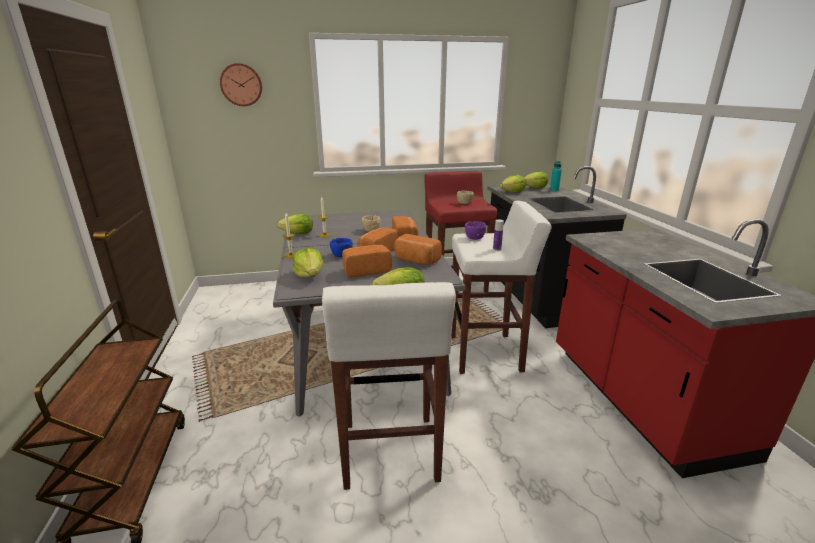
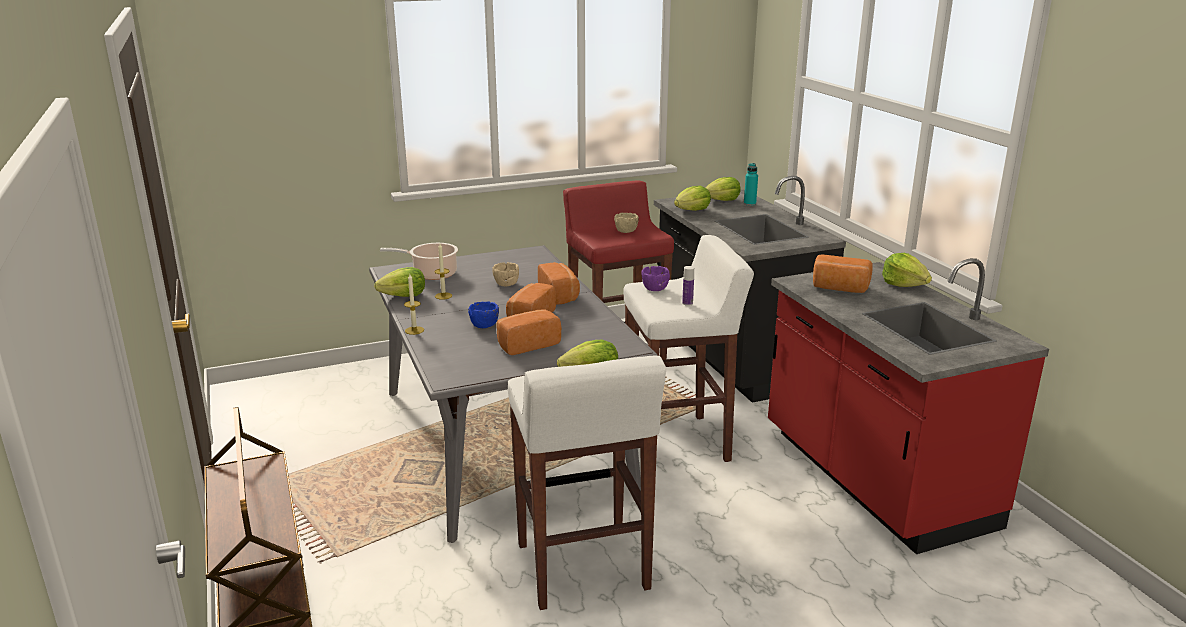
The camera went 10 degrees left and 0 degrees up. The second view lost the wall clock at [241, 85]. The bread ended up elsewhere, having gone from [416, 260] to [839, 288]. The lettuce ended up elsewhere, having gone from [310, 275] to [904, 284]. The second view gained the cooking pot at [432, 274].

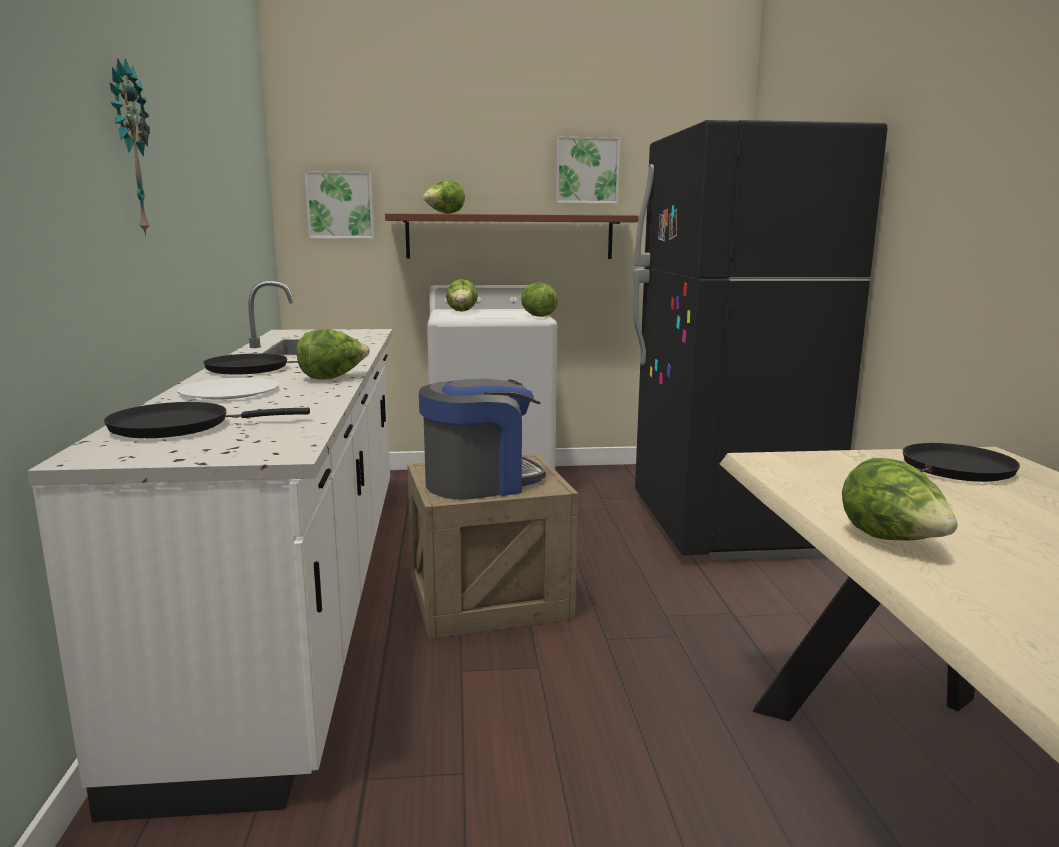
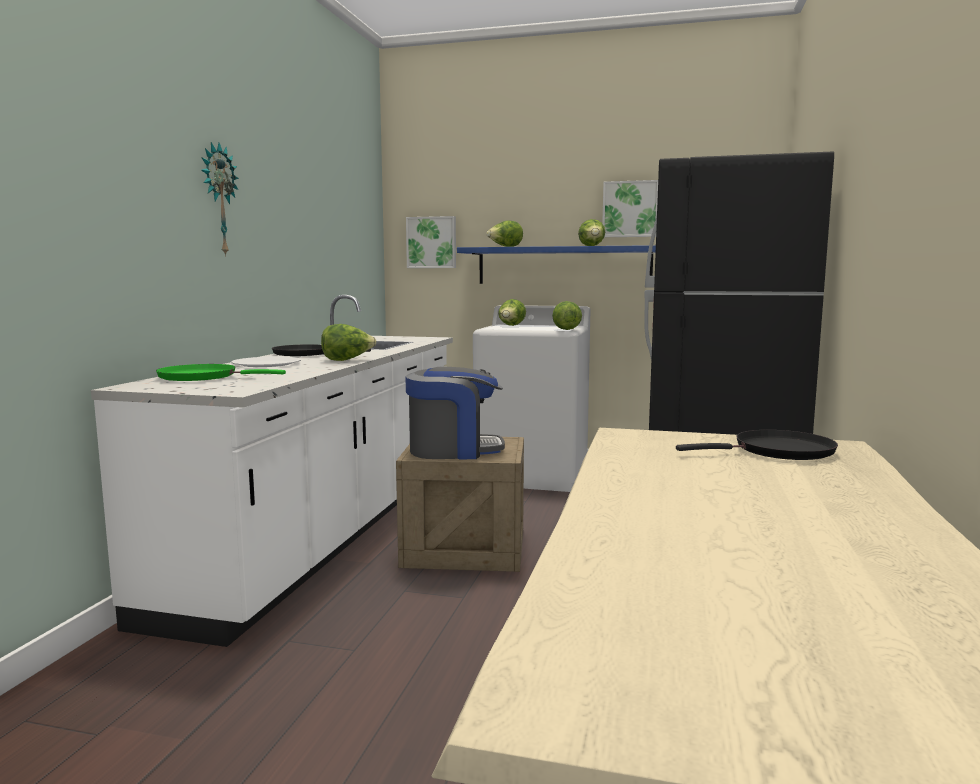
The camera went 20 degrees right and 5 degrees down. What was the brown shelf at [510, 237] turned into the blue shelf at [563, 265]. What was the black frying pan at [178, 426] turned into the green frying pan at [203, 377]. The lettuce ended up elsewhere, having gone from [892, 541] to [592, 246].

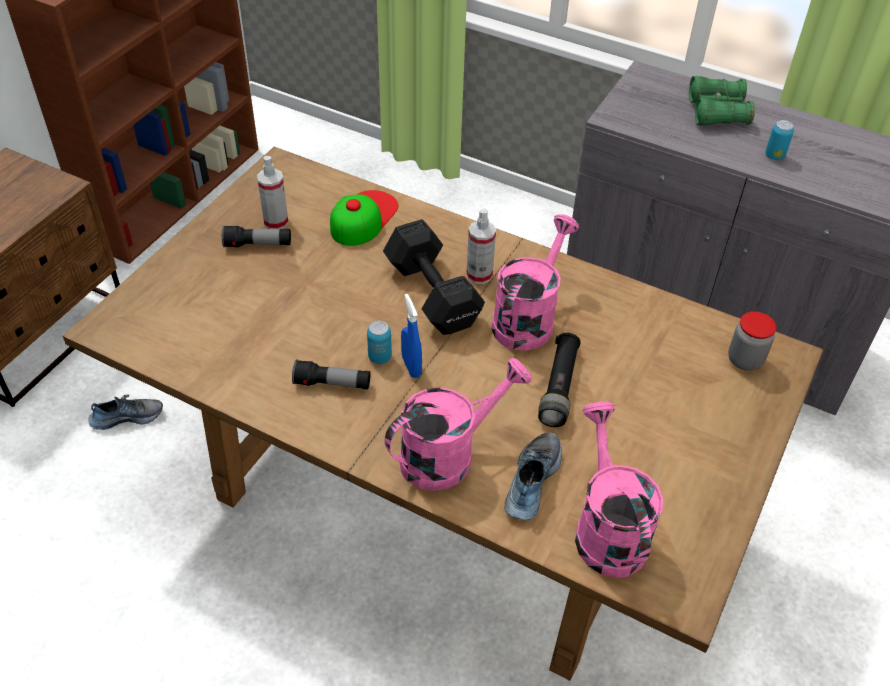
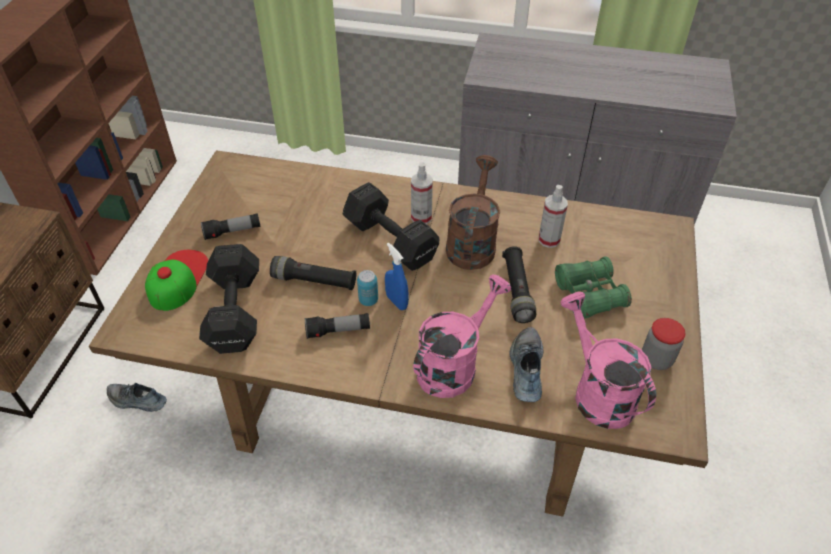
The camera went 15 degrees left and 0 degrees up. The green binoculars ended up elsewhere, having gone from [717, 112] to [589, 295]. The second view lost the can at [774, 156]. The spray bottle ended up elsewhere, having gone from [276, 222] to [549, 240]. The cap ended up elsewhere, having gone from [363, 217] to [177, 279]. What was the pink watering can at [528, 318] turned into the brown watering can at [472, 242]. The jar ended up elsewhere, having gone from [745, 360] to [656, 359]. The shoe at [127, 416] ended up facing another way, 135 degrees counterclockwise from before. The second view gained the black dumbbell at [233, 314]. The second view gained the black flashlight at [314, 281].

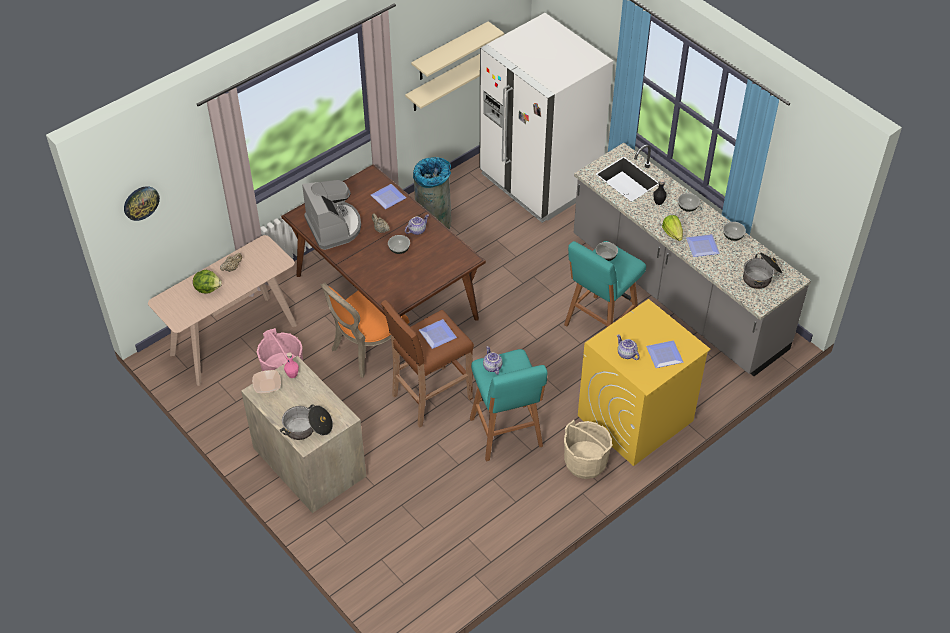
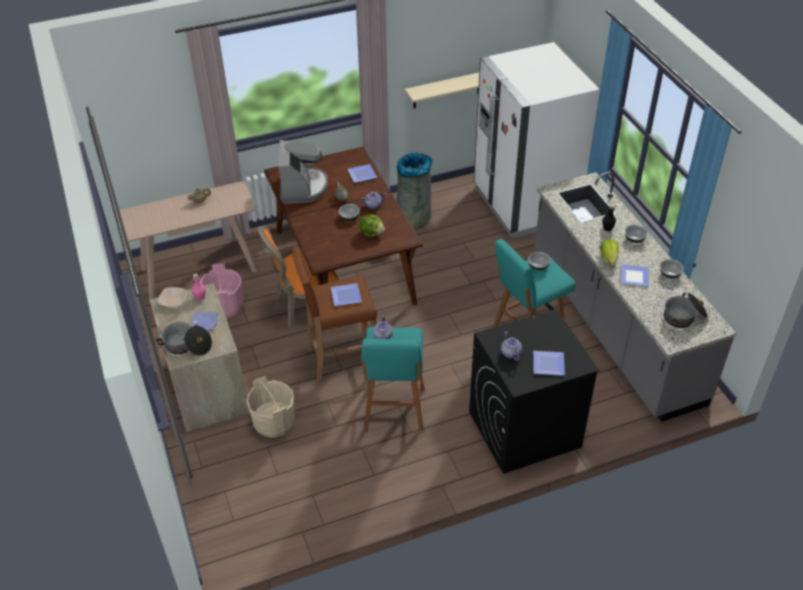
The camera went 20 degrees right and 5 degrees down. The second view lost the beige shelf at [450, 52]. The second view lost the wall clock at [141, 202]. The lettuce ended up elsewhere, having gone from [208, 288] to [371, 233]. What was the yellow washing machine at [635, 419] turned into the black washing machine at [524, 430]. The beige bucket ended up elsewhere, having gone from [585, 463] to [273, 422]. The second view gained the plate at [203, 323].

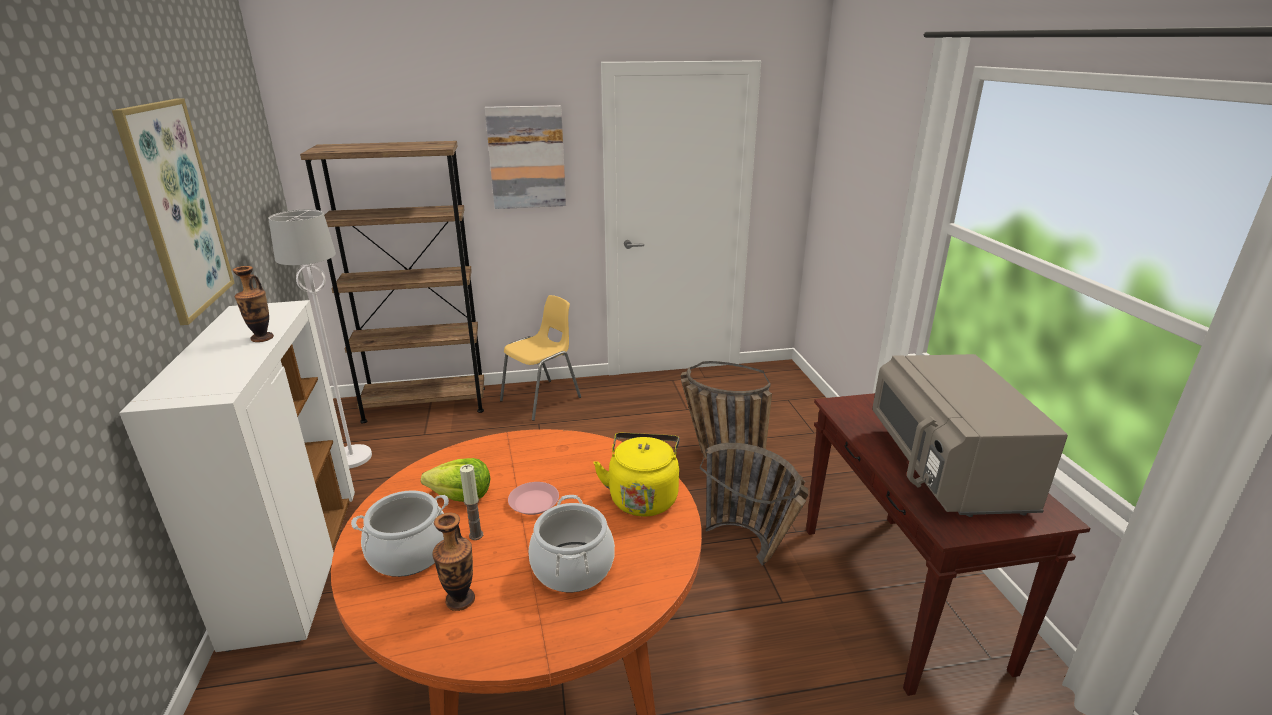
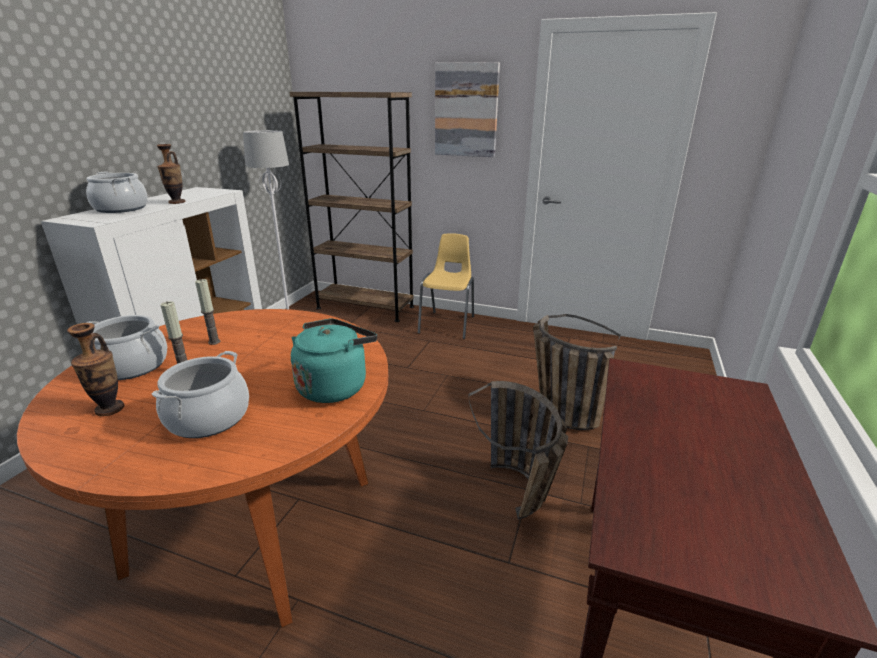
The camera went 30 degrees right and 0 degrees up. The second view lost the picture at [177, 209]. The yellow chair at [542, 399] ended up facing another way, 60 degrees counterclockwise from before. The second view lost the grey microwave at [945, 469]. What was the yellow kettle at [643, 496] turned into the turquoise kettle at [334, 386]. Where the lettuce stood at [461, 496], the candle came to stand at [214, 342]. The second view lost the pink plate at [534, 502]. The second view gained the cooking pot at [121, 208].

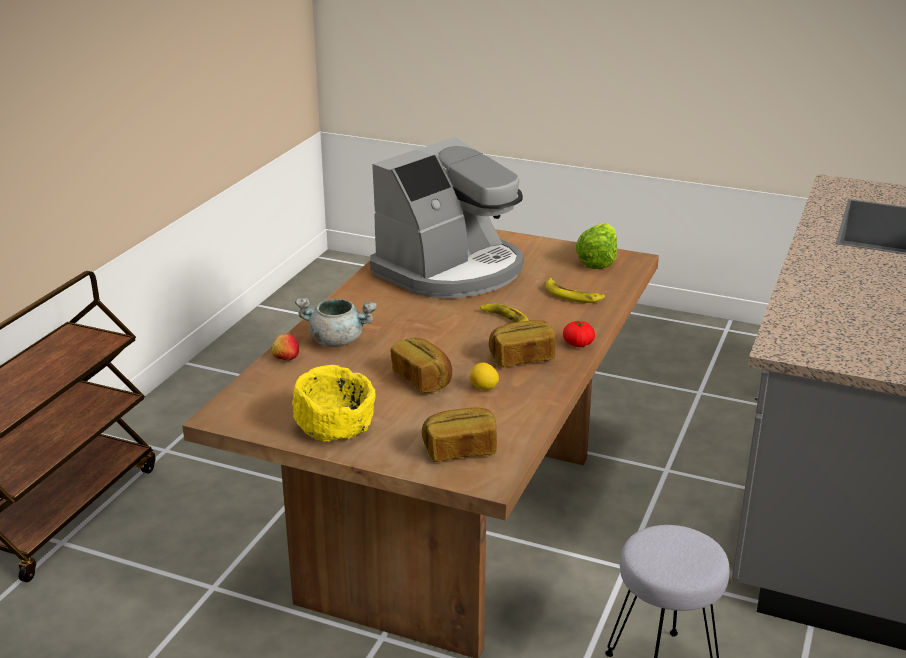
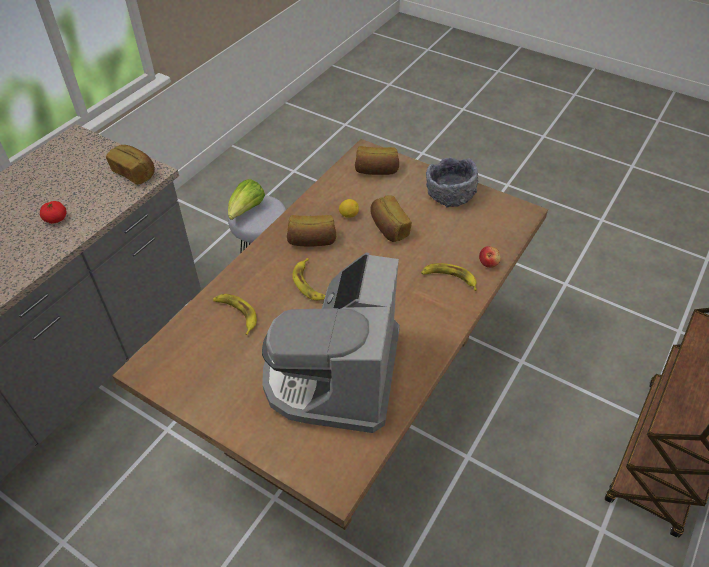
The camera went 170 degrees left and 20 degrees up. The coffee machine at [451, 270] ended up facing another way, 45 degrees counterclockwise from before. The lettuce ended up elsewhere, having gone from [597, 261] to [246, 210]. Where the grey cooking pot stood at [338, 340], the banana came to stand at [449, 278]. The tomato ended up elsewhere, having gone from [578, 344] to [56, 219]. What was the yellow bowl at [335, 427] turned into the grey bowl at [449, 195]. The second view gained the bread at [134, 173].

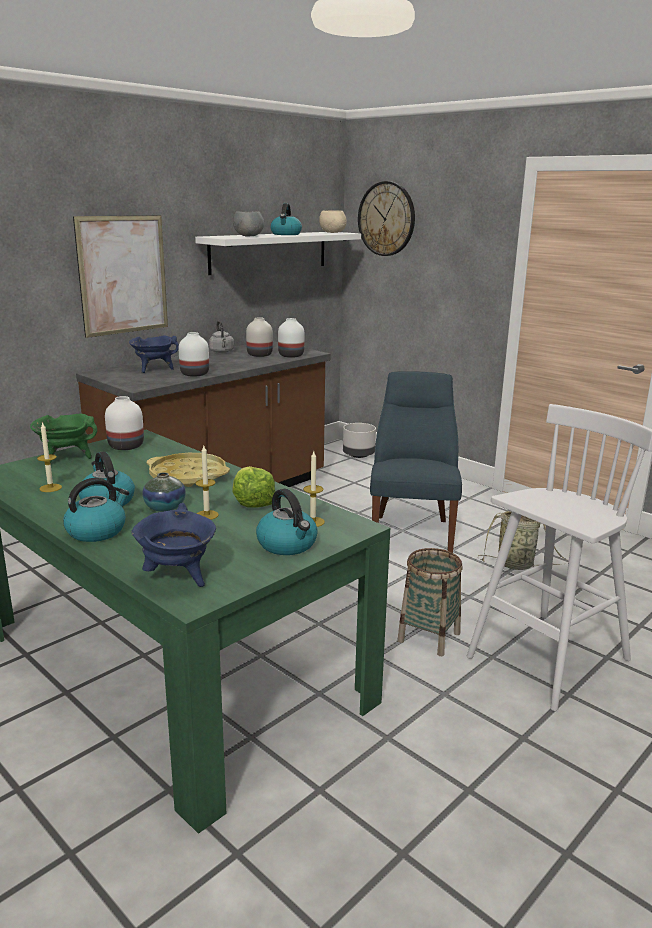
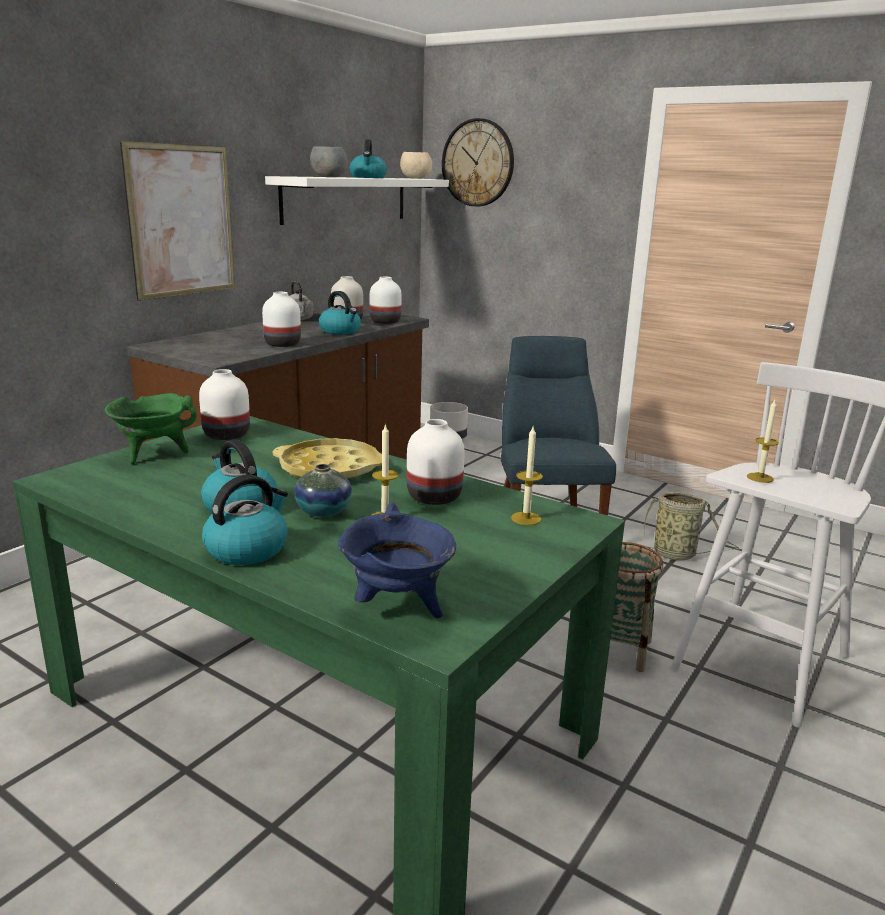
The camera went 10 degrees left and 0 degrees up. The second view lost the blue cooking pot at [154, 369]. The candle ended up elsewhere, having gone from [50, 488] to [760, 477]. Where the lettuce stood at [252, 502], the white vase came to stand at [433, 497]. The kettle ended up elsewhere, having gone from [288, 545] to [340, 331].

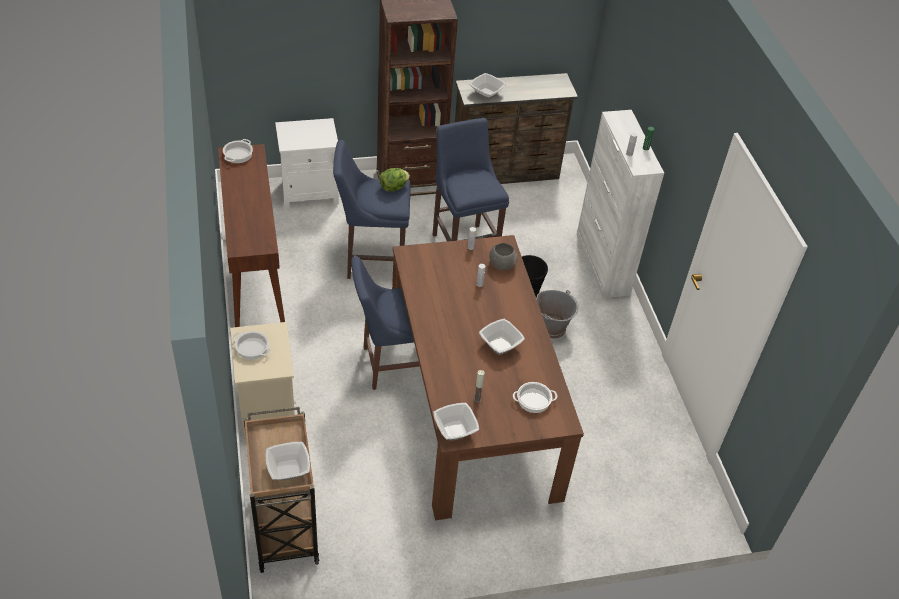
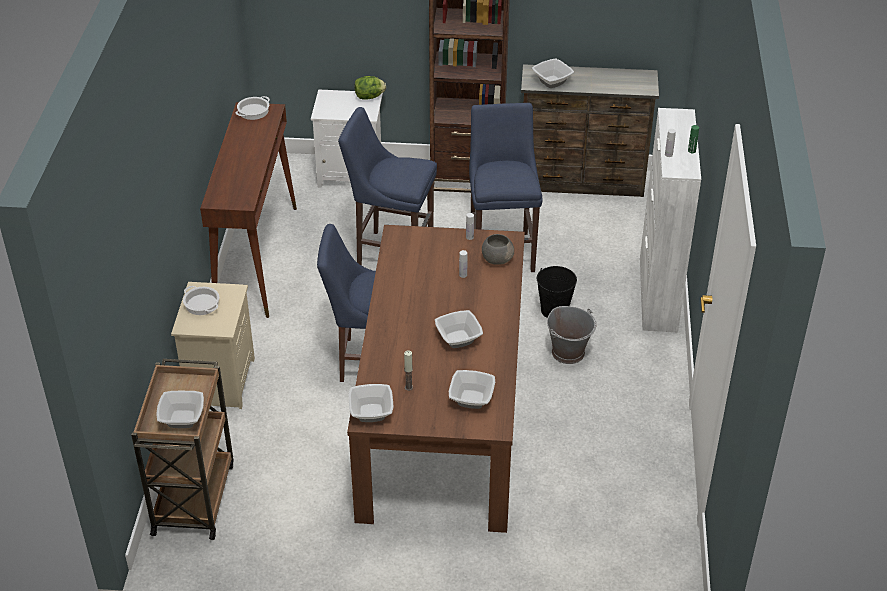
The camera went 20 degrees right and 5 degrees down. The lettuce ended up elsewhere, having gone from [393, 187] to [369, 97]. Where the cooking pot stood at [533, 400], the bowl came to stand at [470, 399].

